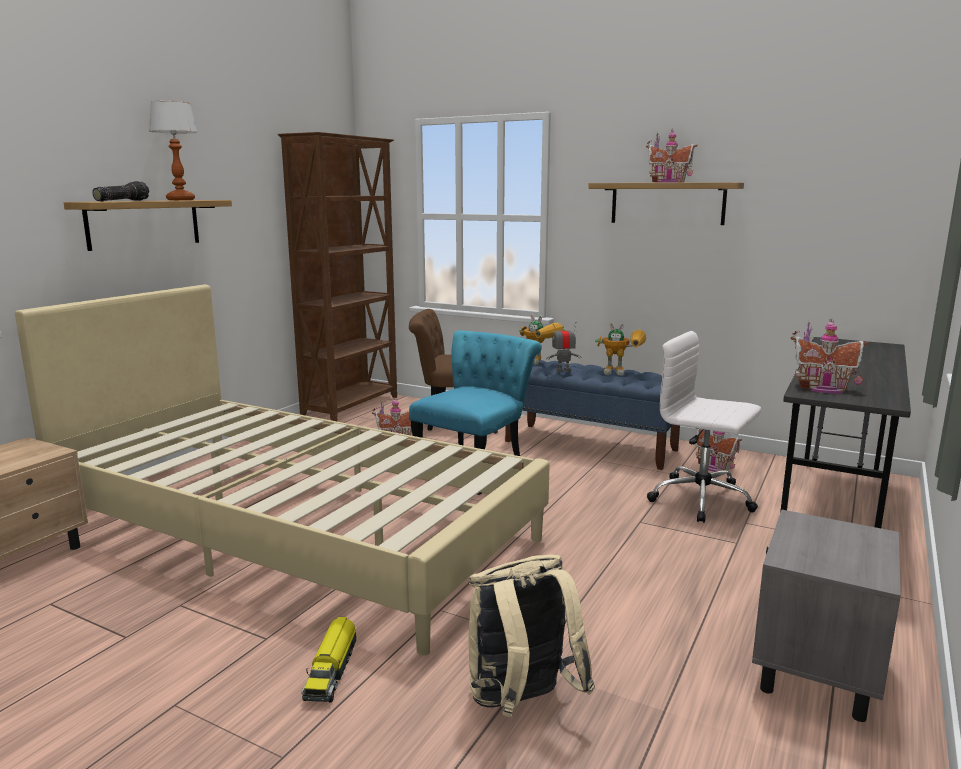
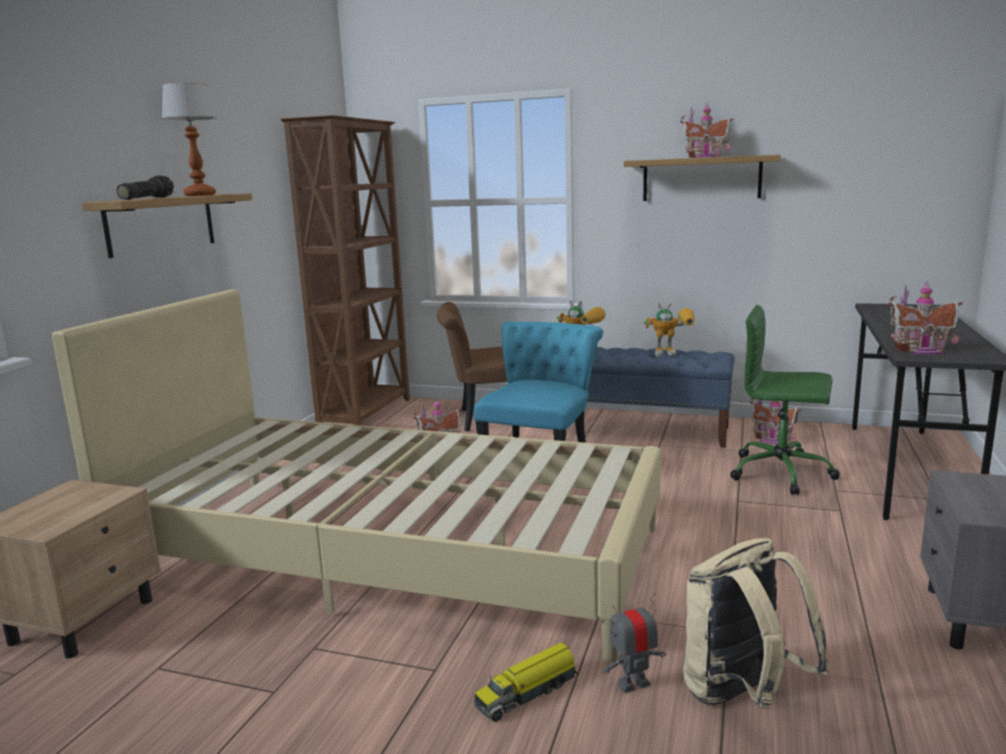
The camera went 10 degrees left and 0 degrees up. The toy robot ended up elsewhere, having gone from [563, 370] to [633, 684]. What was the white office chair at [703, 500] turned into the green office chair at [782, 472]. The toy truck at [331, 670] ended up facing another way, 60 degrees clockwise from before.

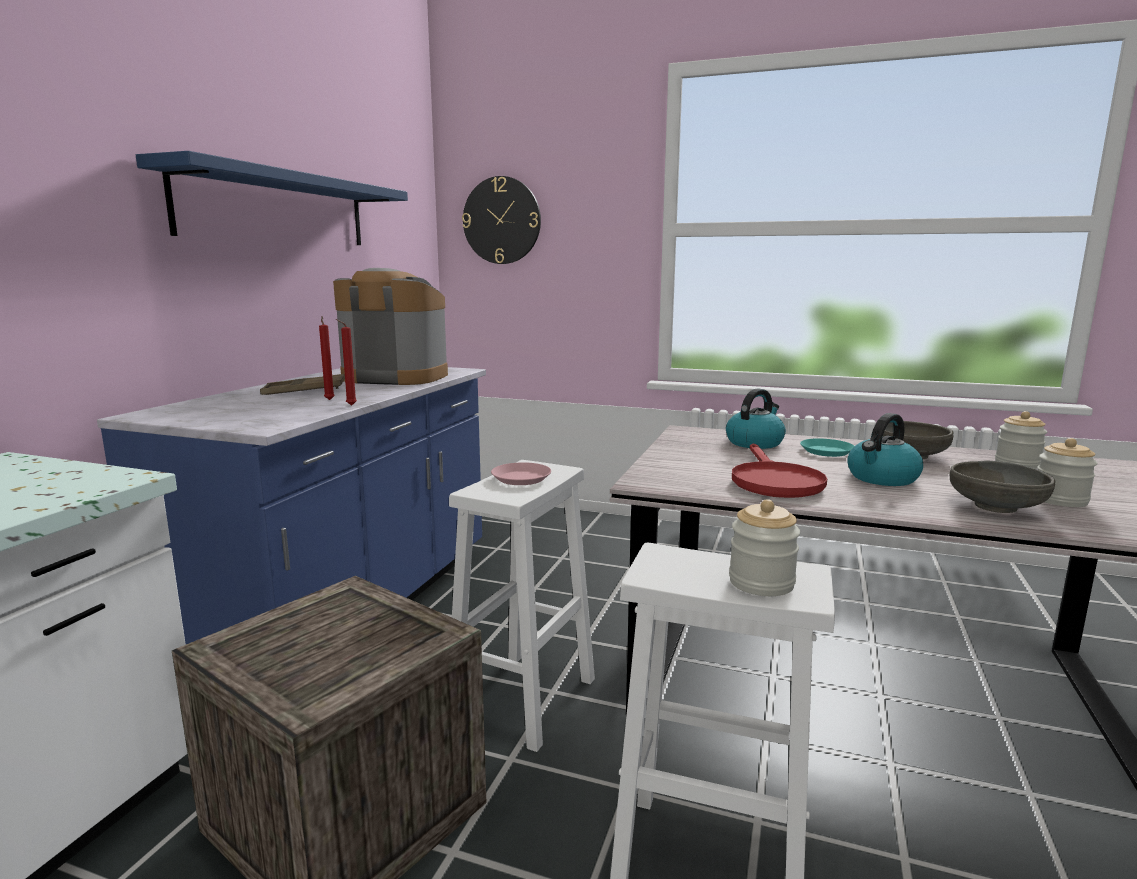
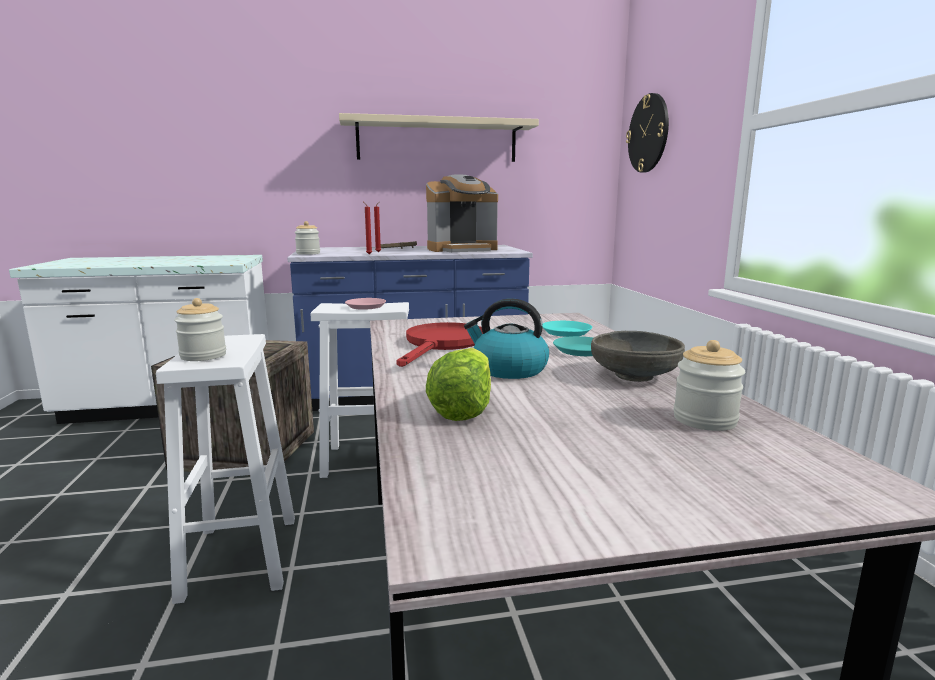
The camera went 60 degrees right and 0 degrees up. What was the blue shelf at [278, 209] turned into the beige shelf at [437, 141]. The coffee machine at [395, 377] ended up facing another way, 90 degrees clockwise from before. Where the kettle stood at [754, 442], the turquoise plate came to stand at [565, 332]. The jar ended up elsewhere, having gone from [1060, 500] to [308, 253]. The red frying pan at [773, 481] ended up facing another way, 135 degrees clockwise from before. Where the grey bowl stood at [996, 507], the lettuce came to stand at [463, 408].

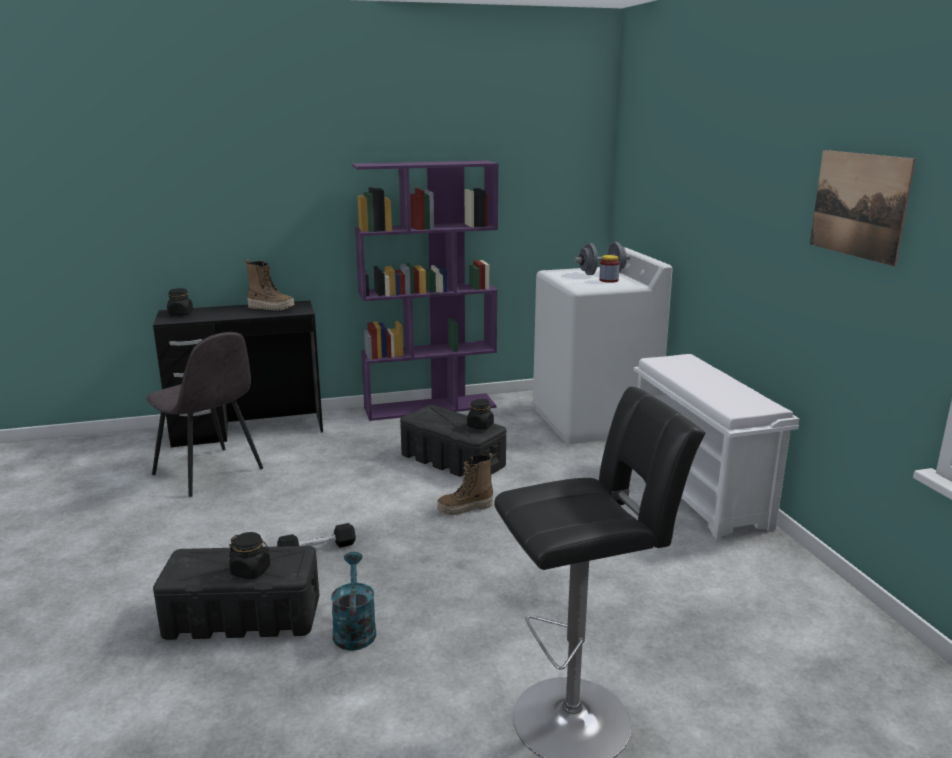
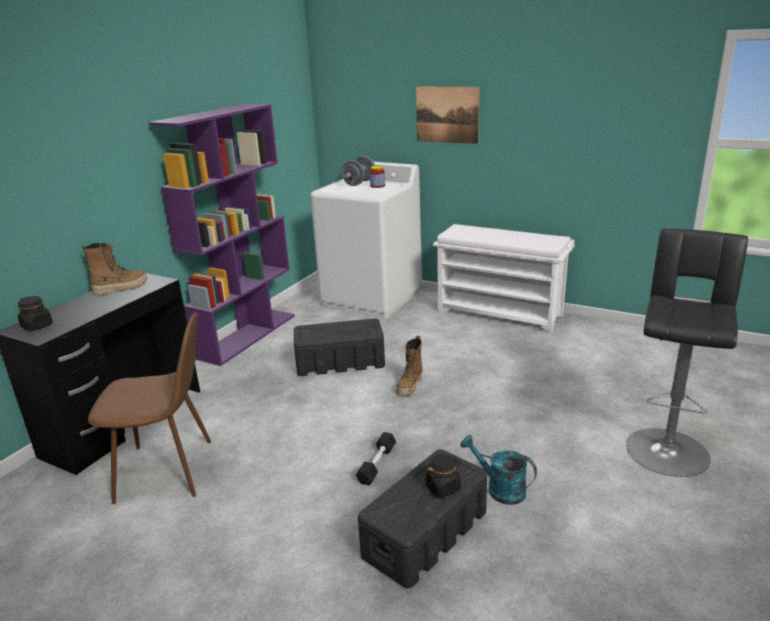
The camera went 45 degrees left and 5 degrees up. The picture ended up elsewhere, having gone from [858, 205] to [447, 115]. What was the grey chair at [209, 472] turned into the brown chair at [168, 470]. The second view lost the black jar at [480, 426].

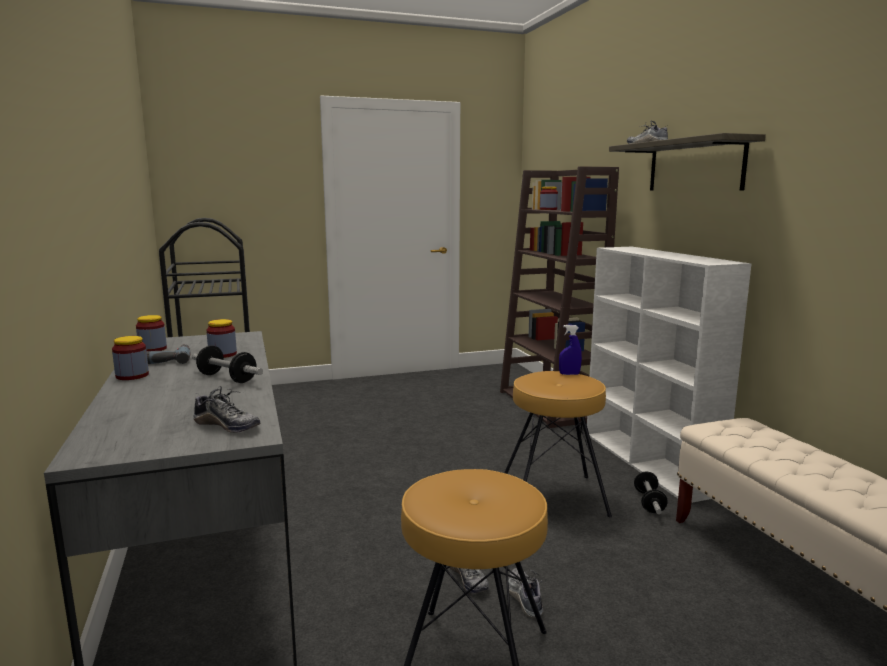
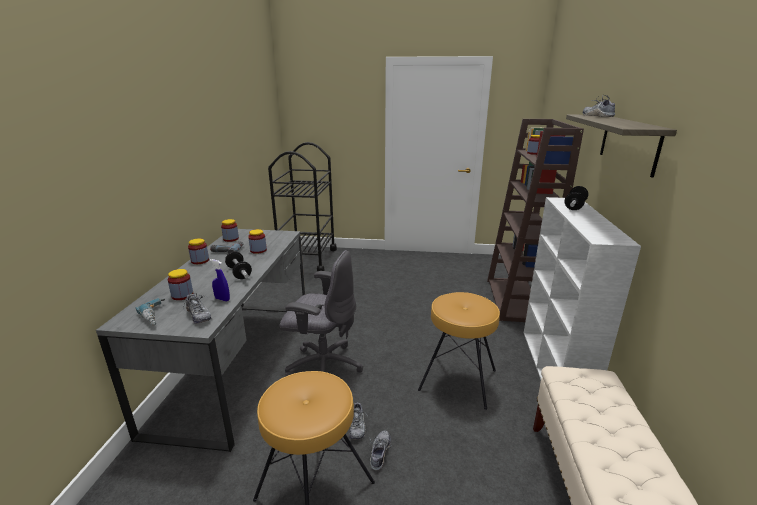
The camera went 25 degrees right and 10 degrees up. The blue spray bottle ended up elsewhere, having gone from [569, 374] to [222, 299]. The dumbbell ended up elsewhere, having gone from [649, 502] to [575, 206]. The second view gained the grey office chair at [323, 366]. The second view gained the jar at [182, 295]. The second view gained the power drill at [157, 316].

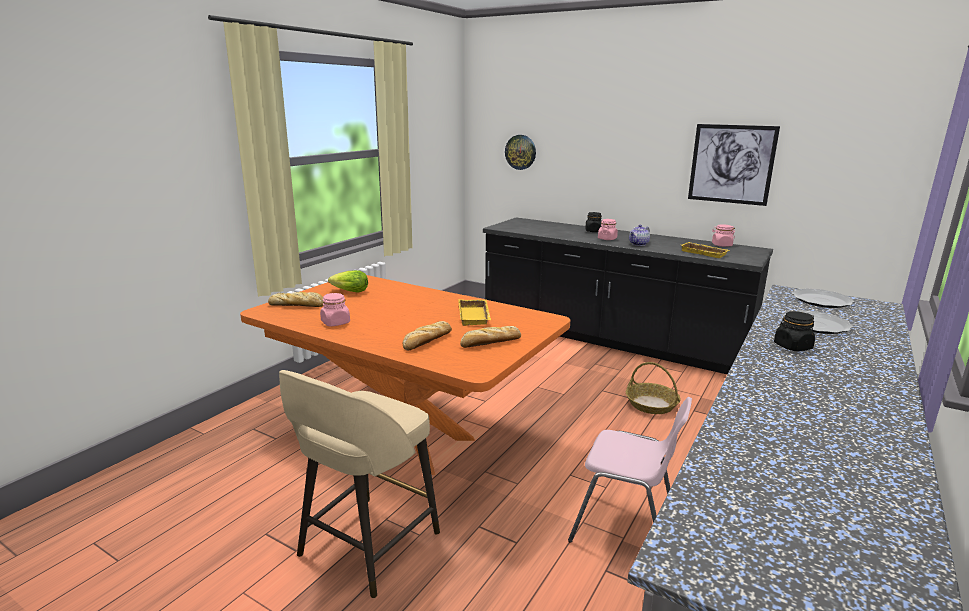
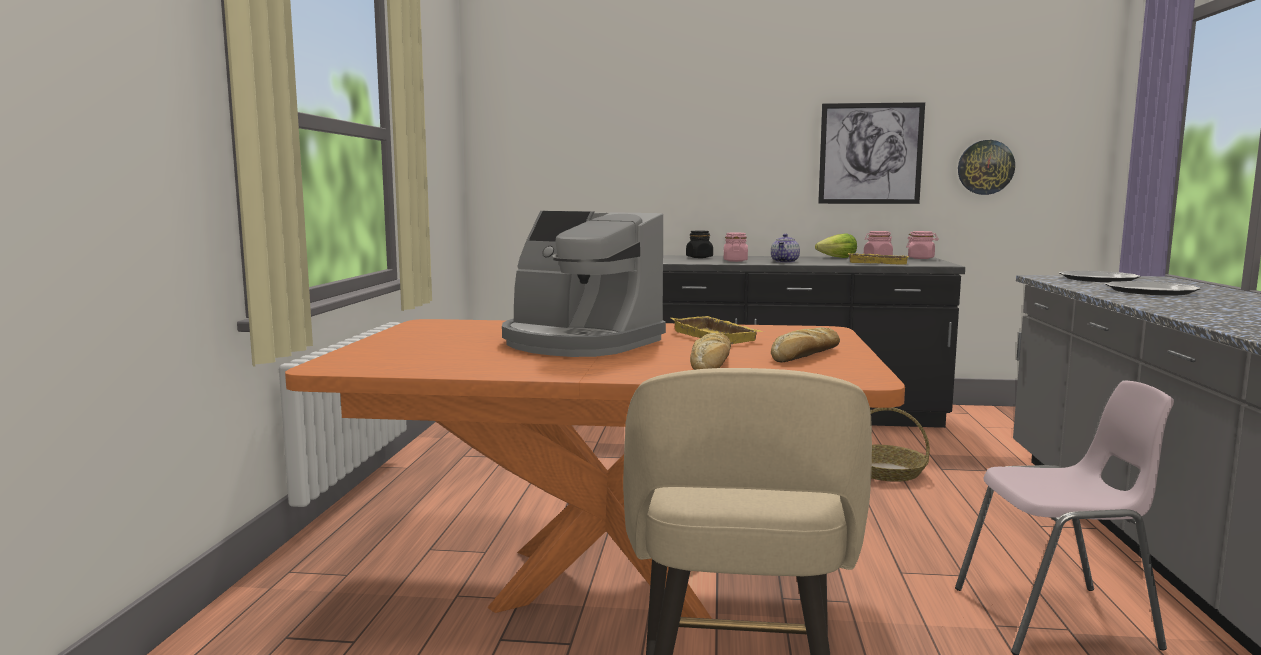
The camera went 25 degrees left and 10 degrees down. The wall clock ended up elsewhere, having gone from [520, 152] to [985, 167]. The lettuce ended up elsewhere, having gone from [350, 292] to [837, 258]. The second view lost the bread at [298, 305]. The pink jar ended up elsewhere, having gone from [335, 323] to [921, 258]. The second view lost the black jar at [792, 346]. The second view gained the coffee machine at [579, 342].

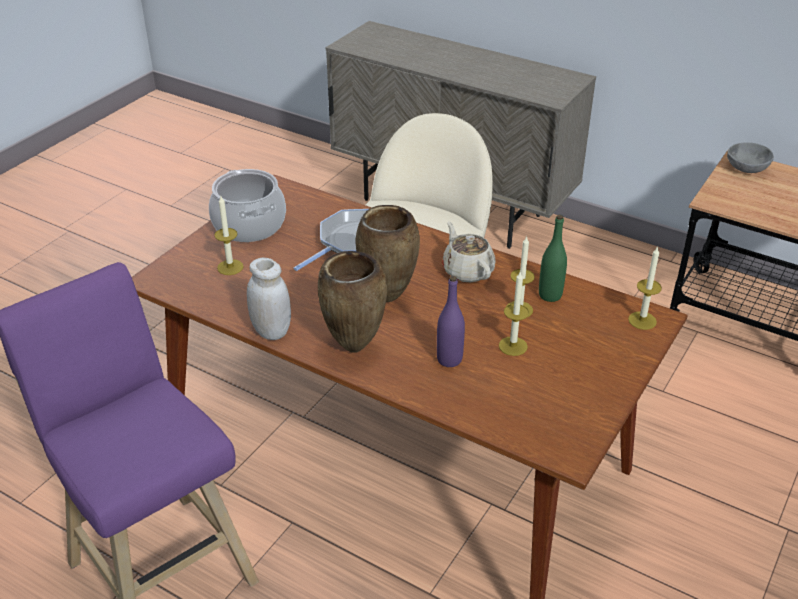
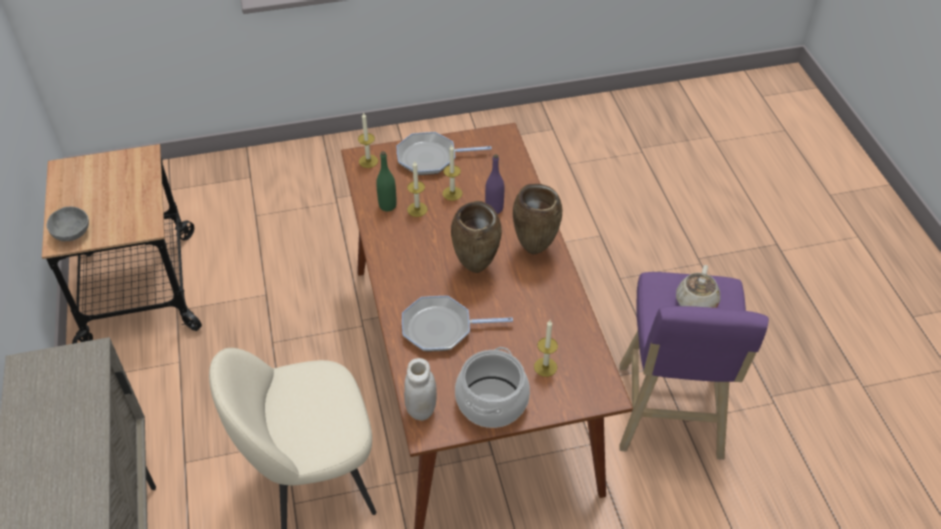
The camera went 135 degrees left and 10 degrees up. The beige teapot ended up elsewhere, having gone from [467, 270] to [695, 303]. The white jar ended up elsewhere, having gone from [271, 331] to [421, 409]. The second view gained the frying pan at [430, 158].

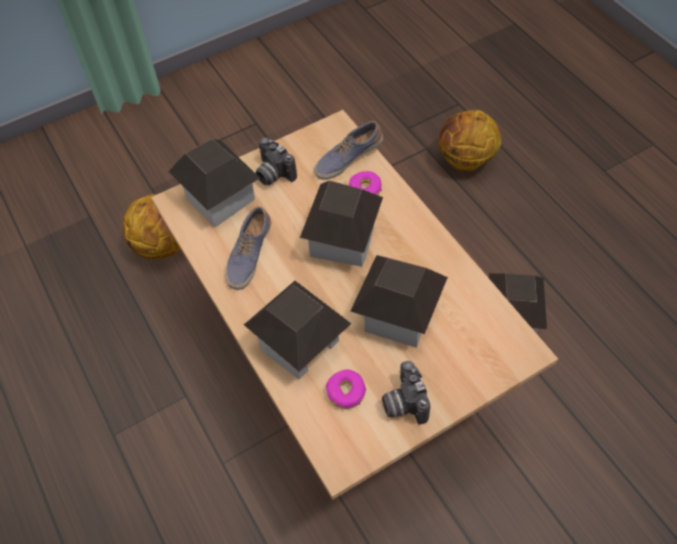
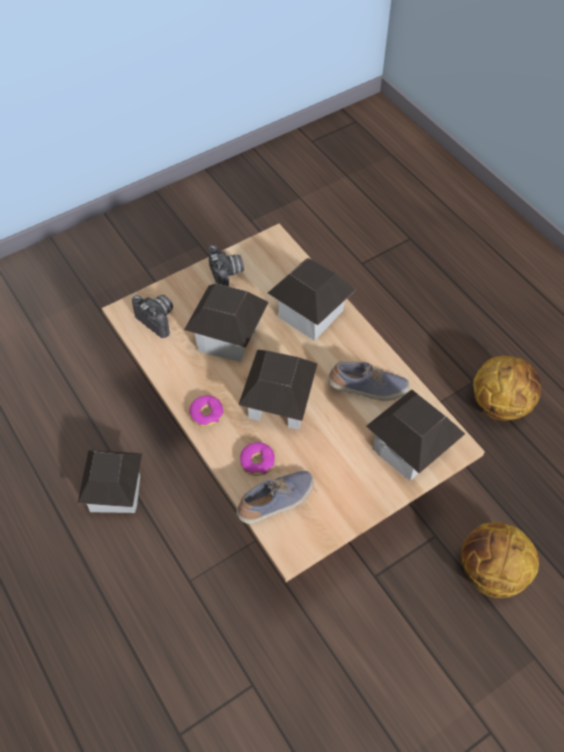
The camera went 175 degrees right and 0 degrees up. The basketball ended up elsewhere, having gone from [465, 160] to [500, 403]. The photo camera ended up elsewhere, having gone from [273, 174] to [158, 319]. The shoe at [248, 255] ended up facing another way, 75 degrees clockwise from before. The donut ended up elsewhere, having gone from [346, 392] to [206, 414].

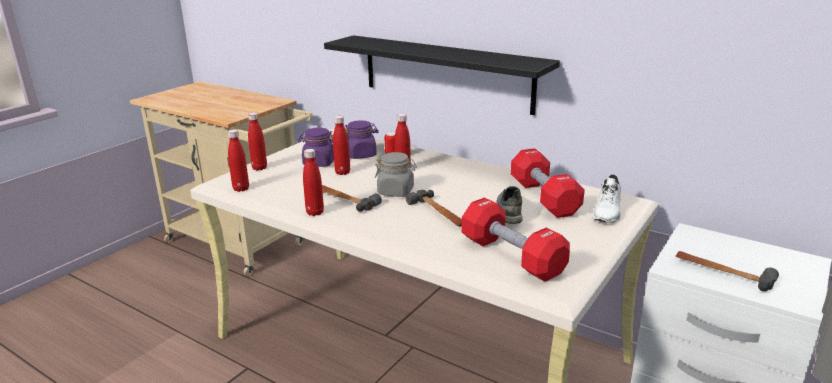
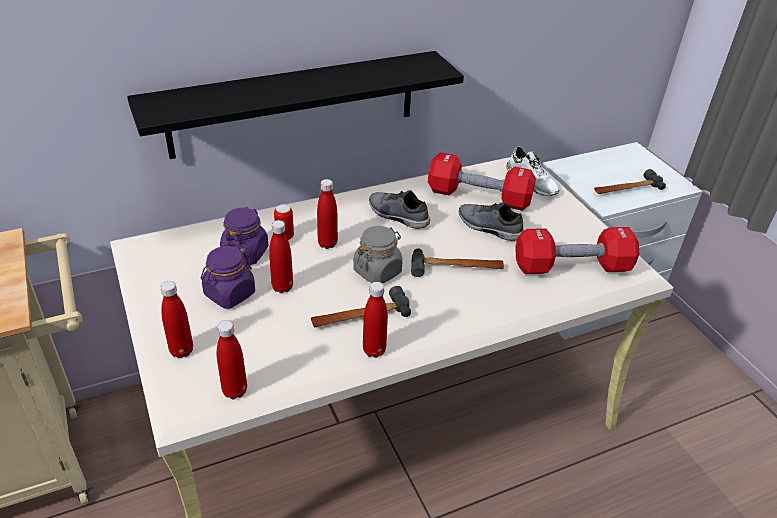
The camera went 60 degrees left and 15 degrees up. The second view gained the grey shoe at [397, 216].

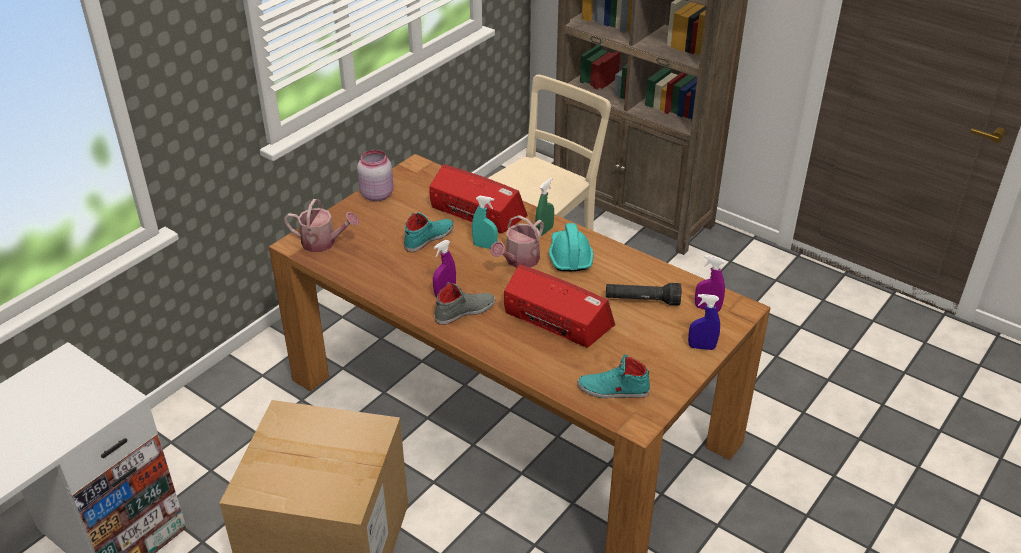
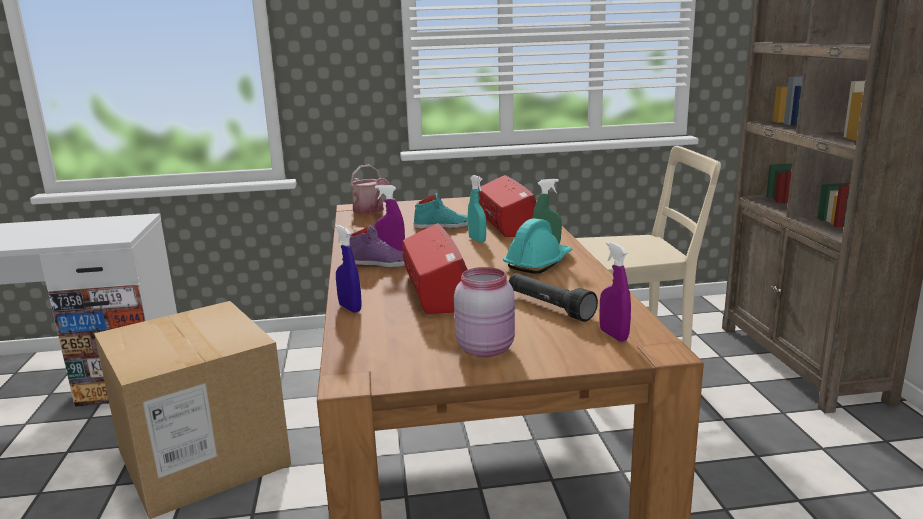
The camera went 45 degrees right and 20 degrees down. The pink jar ended up elsewhere, having gone from [377, 194] to [486, 348]. The second view lost the watering can at [519, 261]. What was the grey shoe at [464, 311] turned into the purple shoe at [381, 263]. The blue spray bottle ended up elsewhere, having gone from [701, 347] to [350, 308]. The second view lost the turquoise shoe at [613, 390].

